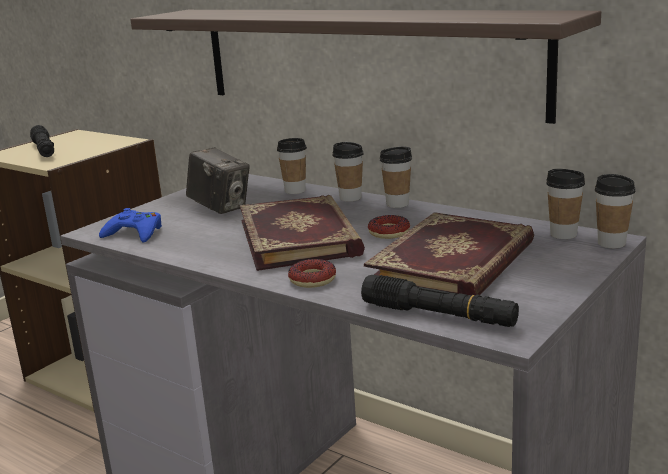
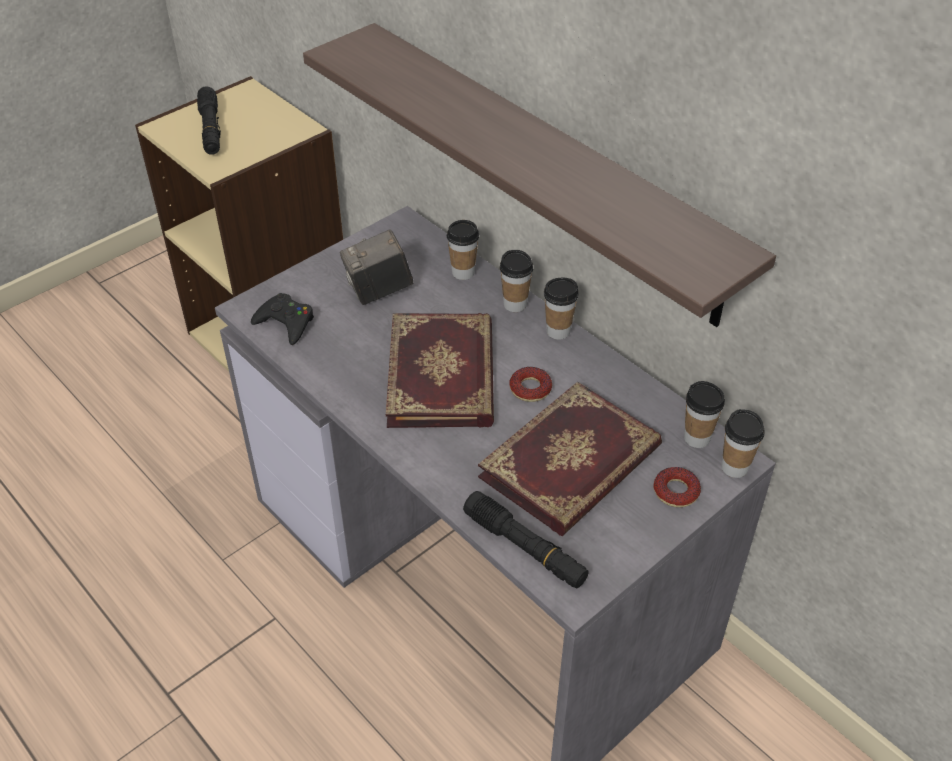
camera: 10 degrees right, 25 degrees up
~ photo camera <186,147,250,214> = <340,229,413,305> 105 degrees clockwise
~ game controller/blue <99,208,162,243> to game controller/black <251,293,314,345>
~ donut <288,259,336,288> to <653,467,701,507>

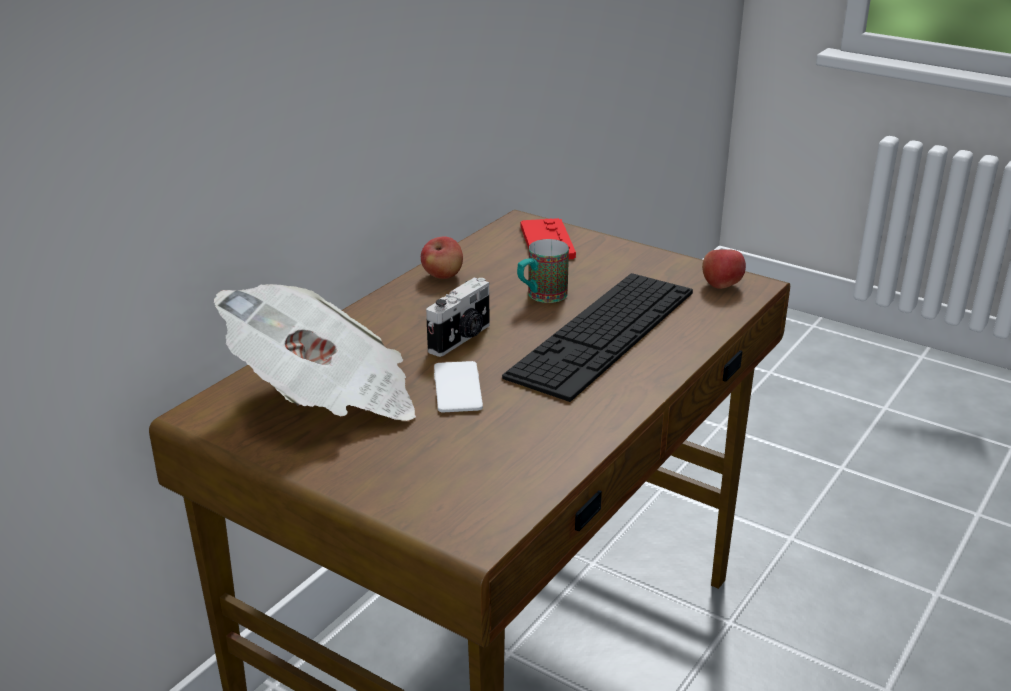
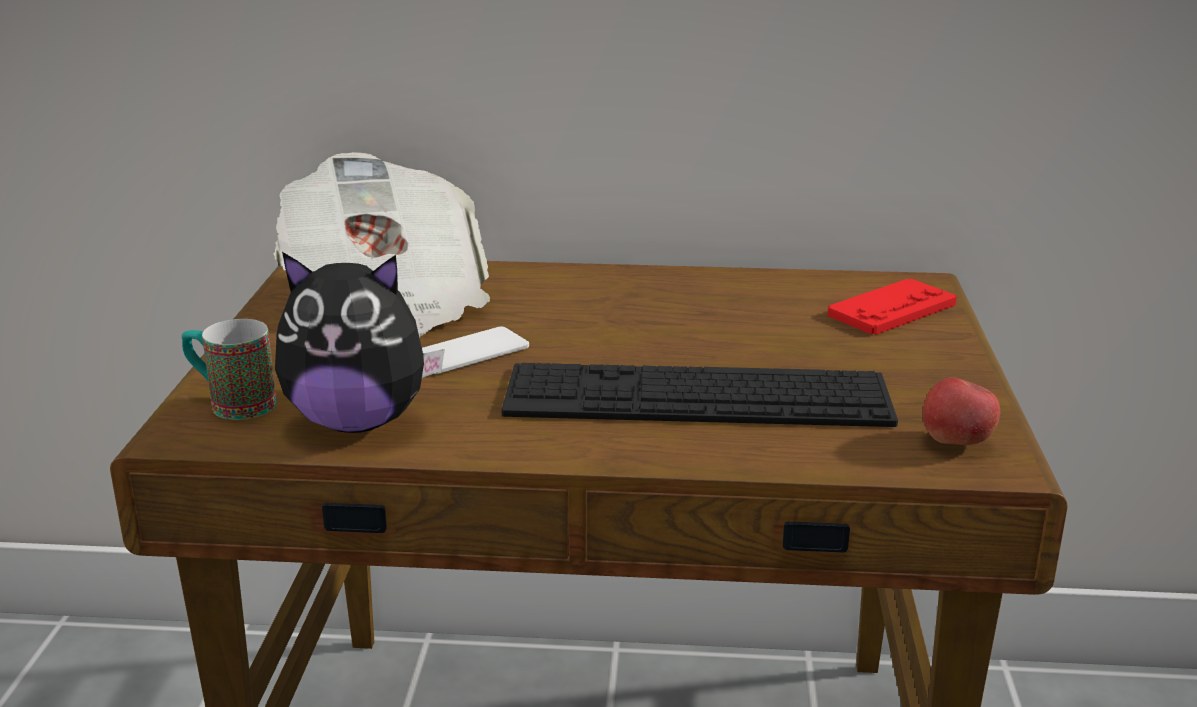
camera: 60 degrees right, 5 degrees down
- apple <421,236,463,279>
~ mug <517,239,569,303> to <181,319,277,420>
- photo camera <426,277,490,357>
+ plush toy <275,252,445,433>

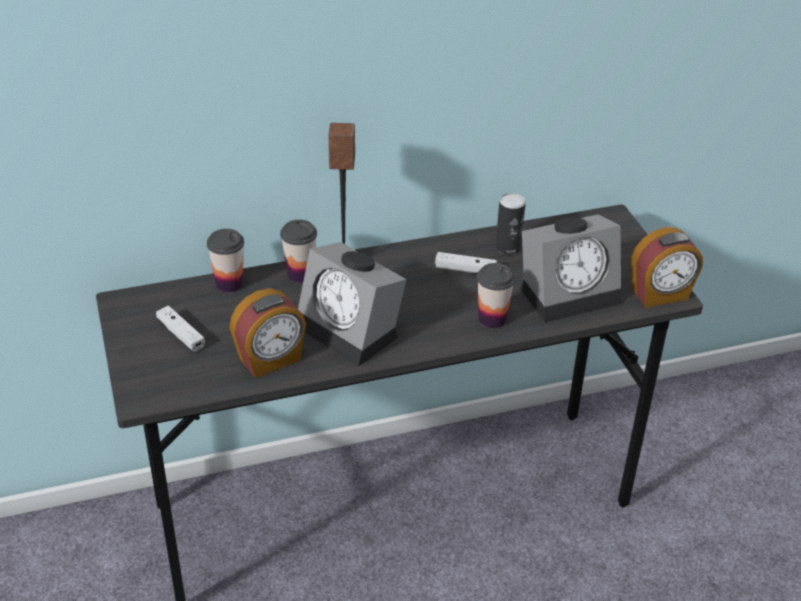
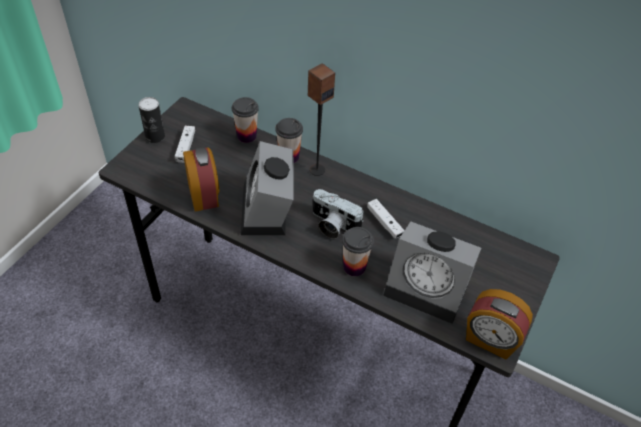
camera: 45 degrees right, 10 degrees up
~ can <495,193,526,255> to <138,97,165,143>
~ alarm clock <230,288,306,378> = <183,147,219,212> 120 degrees counterclockwise
+ photo camera <313,189,364,239>

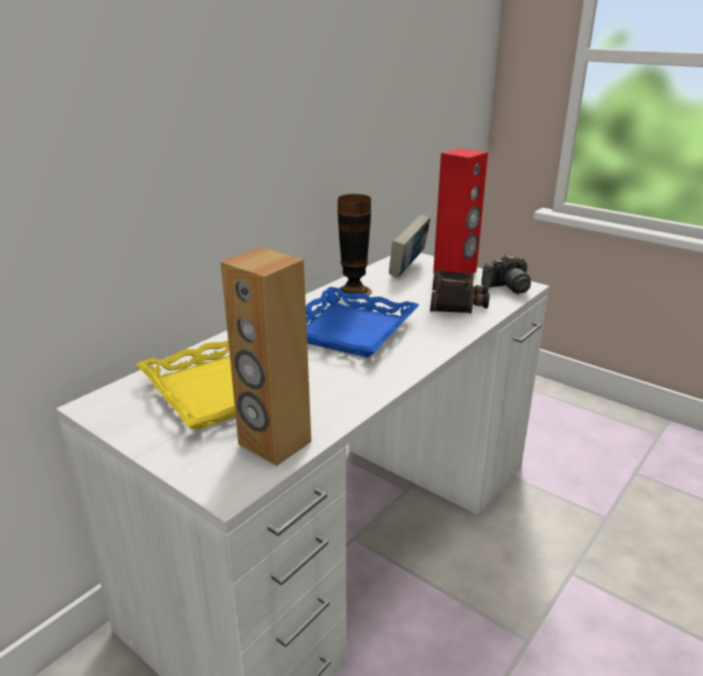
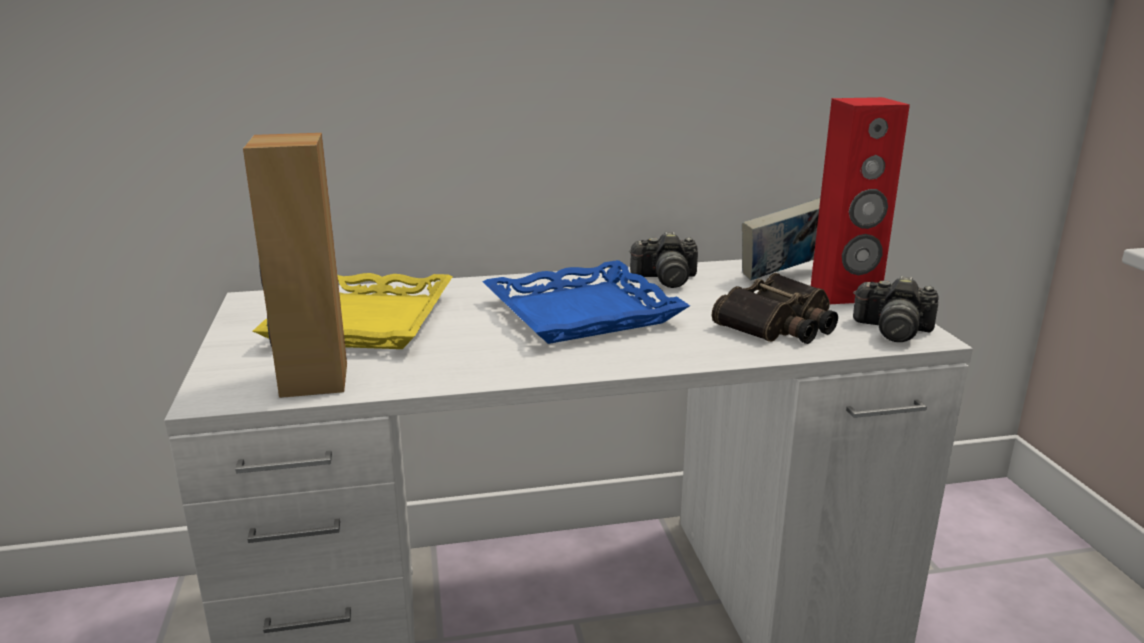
camera: 40 degrees right, 5 degrees down
~ vase <336,194,372,297> to photo camera <629,232,698,288>

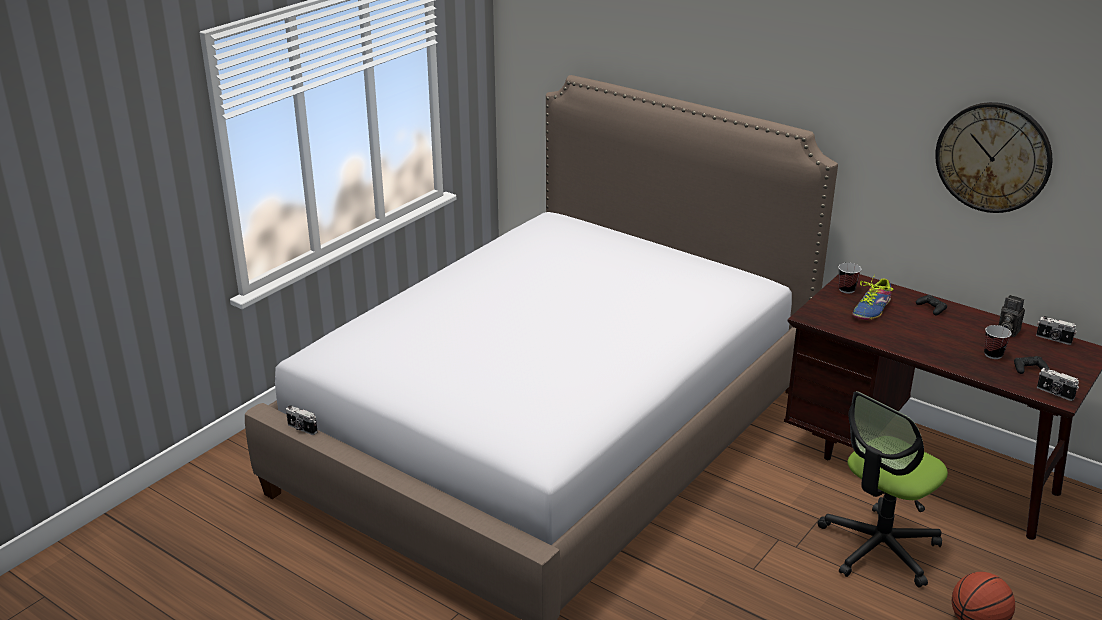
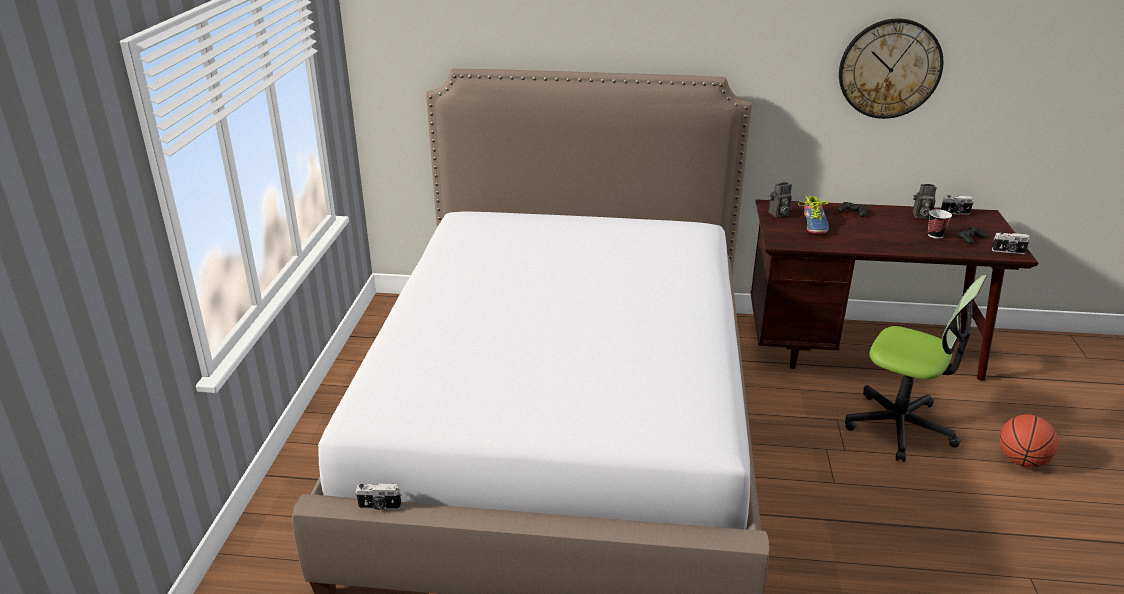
camera: 30 degrees left, 0 degrees up
~ cup <838,263,861,294> to photo camera <768,182,792,217>
~ office chair <818,391,948,588> = <845,275,987,462> 75 degrees counterclockwise

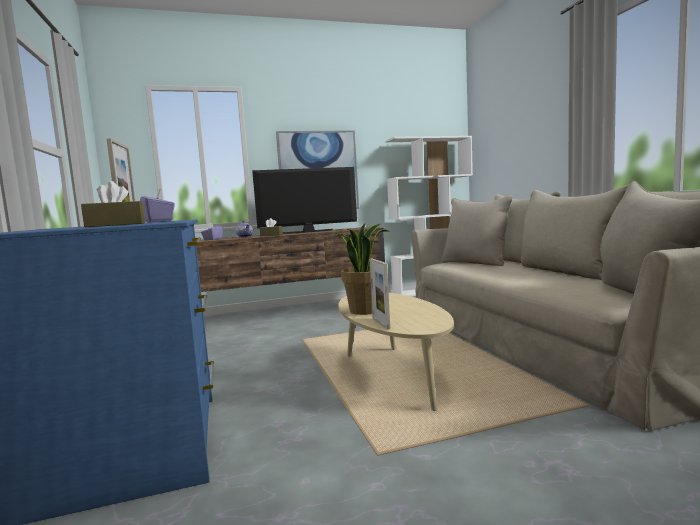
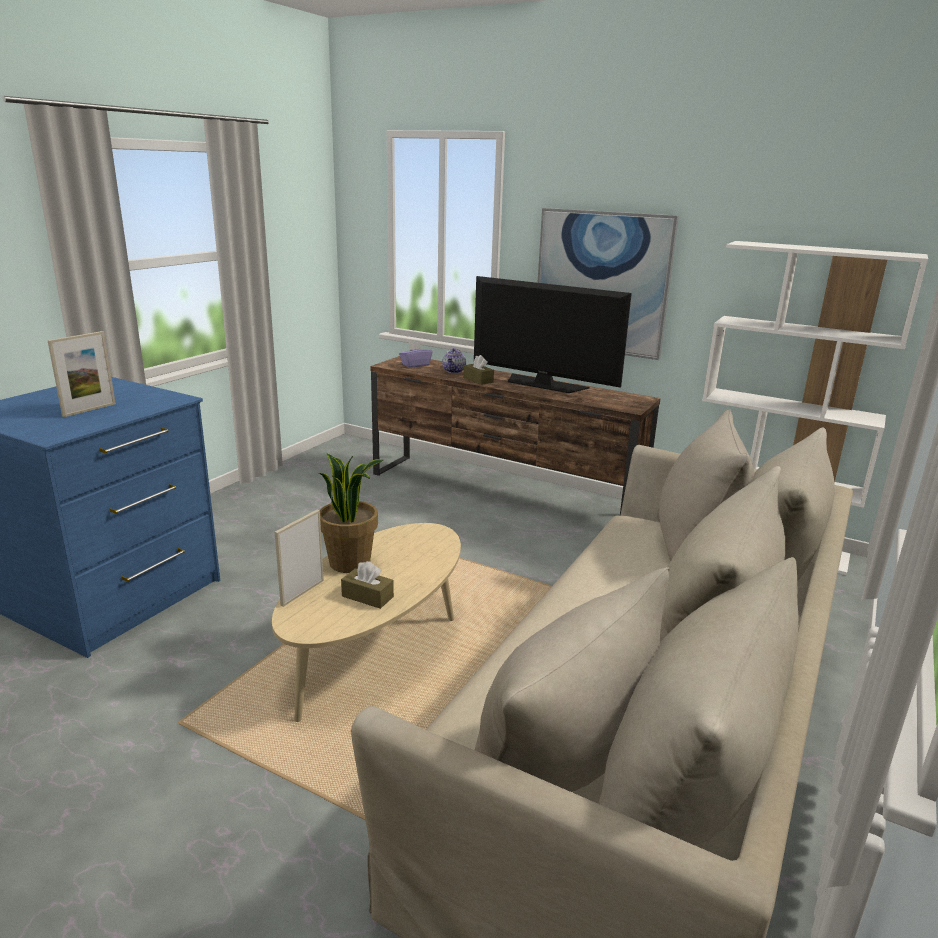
camera: 45 degrees right, 15 degrees up
~ tissue box/brown <81,181,145,227> to <341,561,394,609>
- tissue box/purple <140,188,175,222>

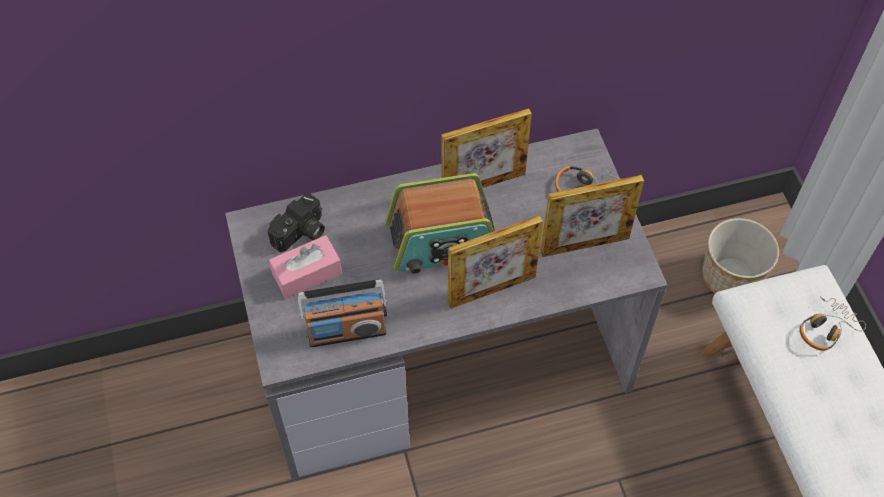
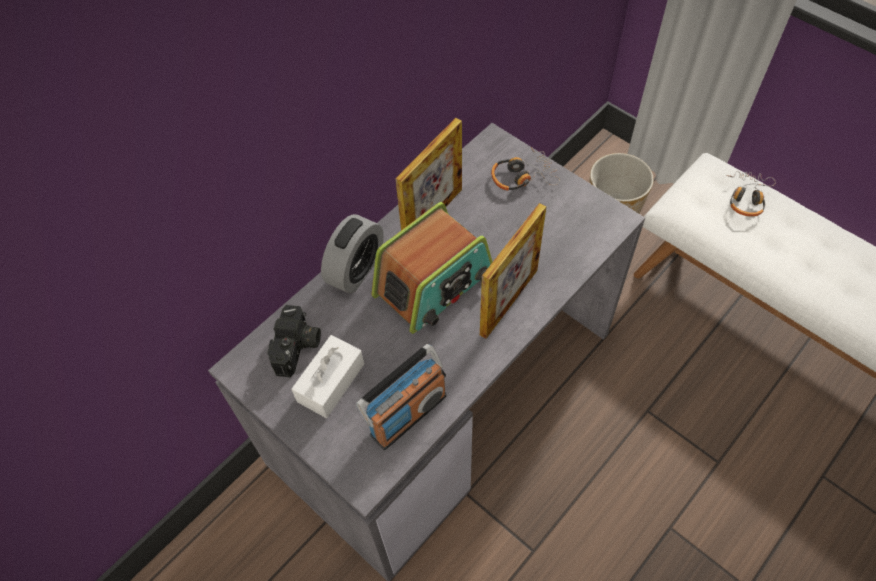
camera: 30 degrees left, 0 degrees up
- picture frame <541,175,644,257>
~ tissue box/pink <269,235,342,299> to tissue box/white <292,335,364,418>
+ alarm clock <321,214,384,293>

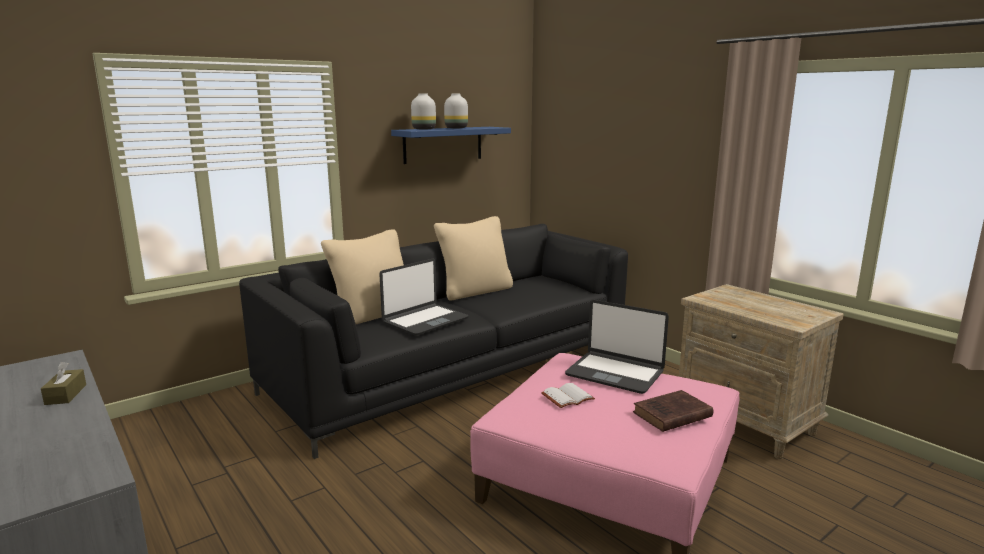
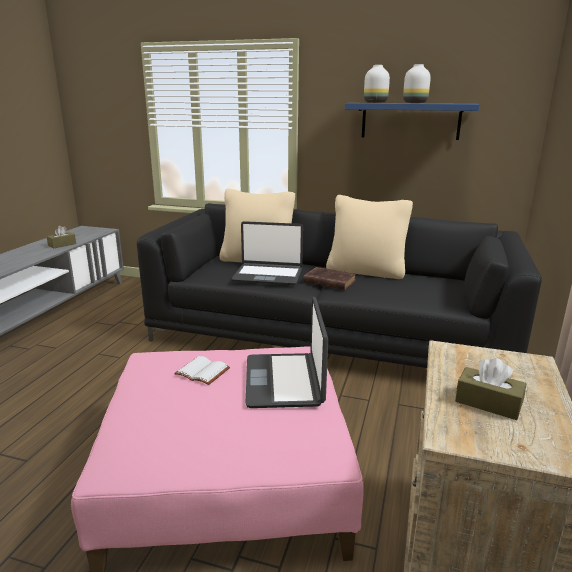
camera: 55 degrees right, 5 degrees up
~ book/brown <633,390,713,432> to <303,267,356,290>
+ tissue box/brown <455,358,526,420>

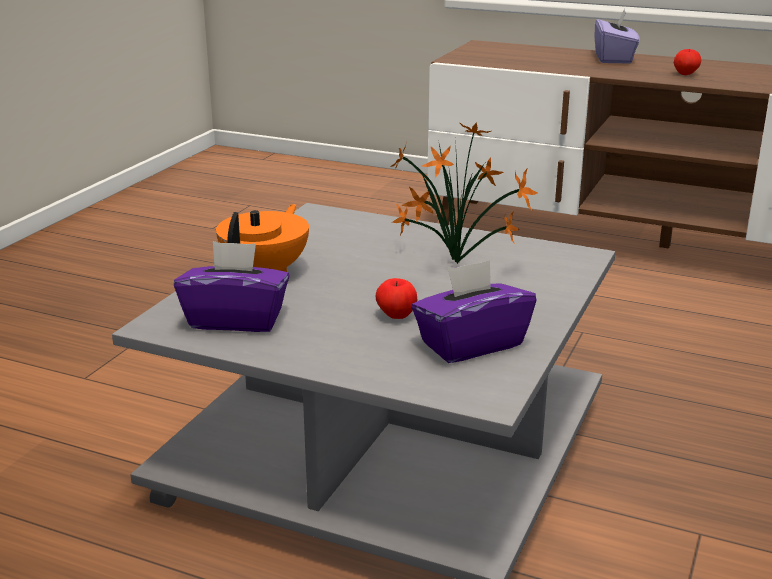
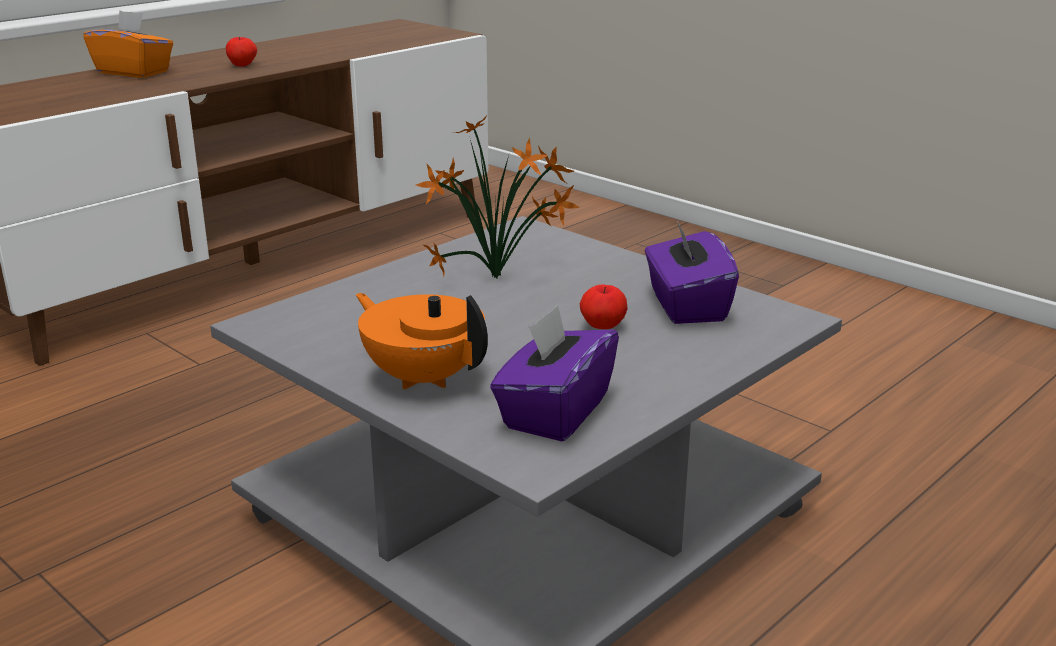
camera: 70 degrees left, 0 degrees up
~ tissue box/purple <595,10,640,64> to tissue box/orange <83,10,173,78>

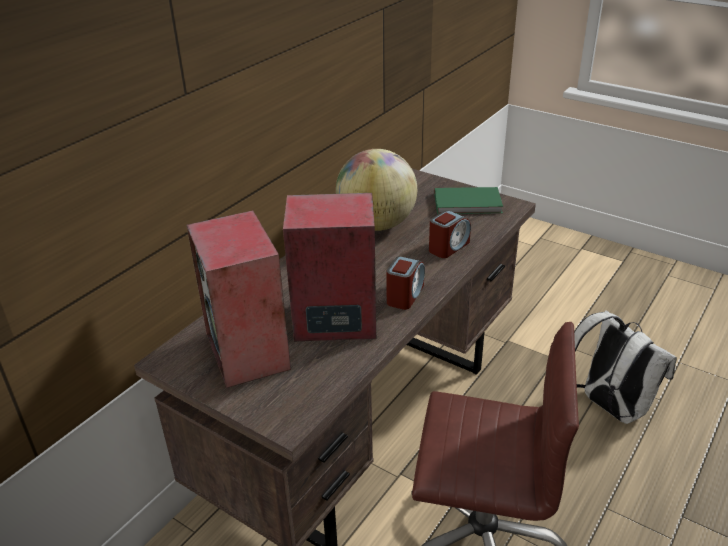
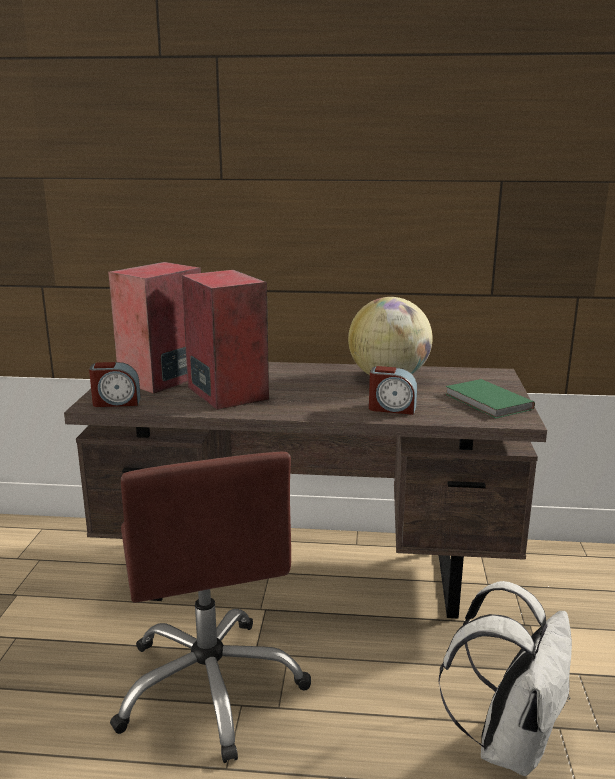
camera: 60 degrees right, 15 degrees down
~ alarm clock <386,256,425,310> to <89,362,141,407>

